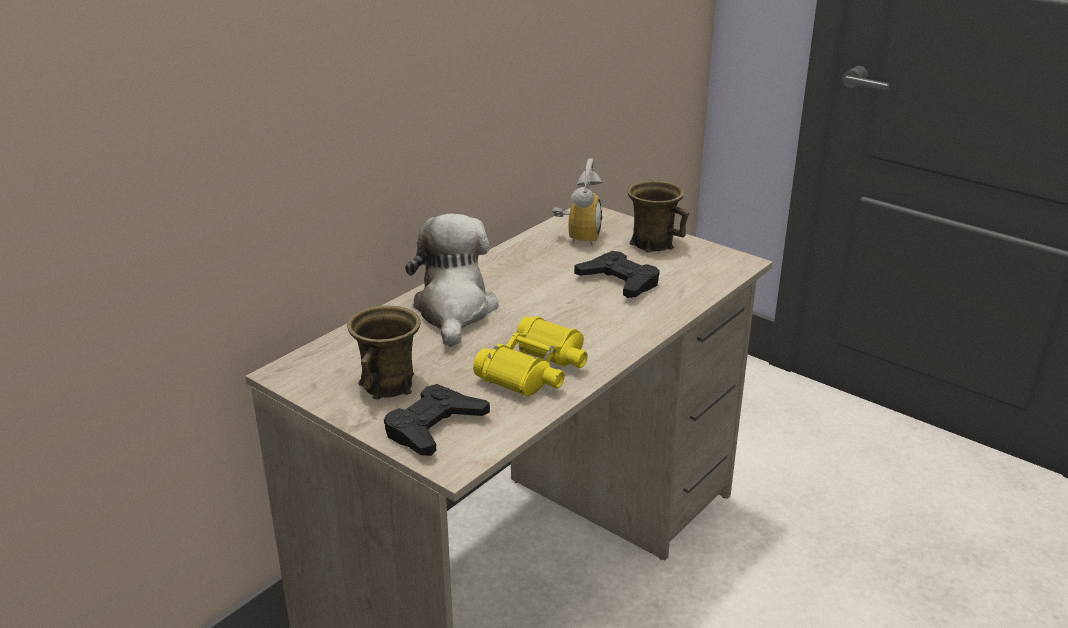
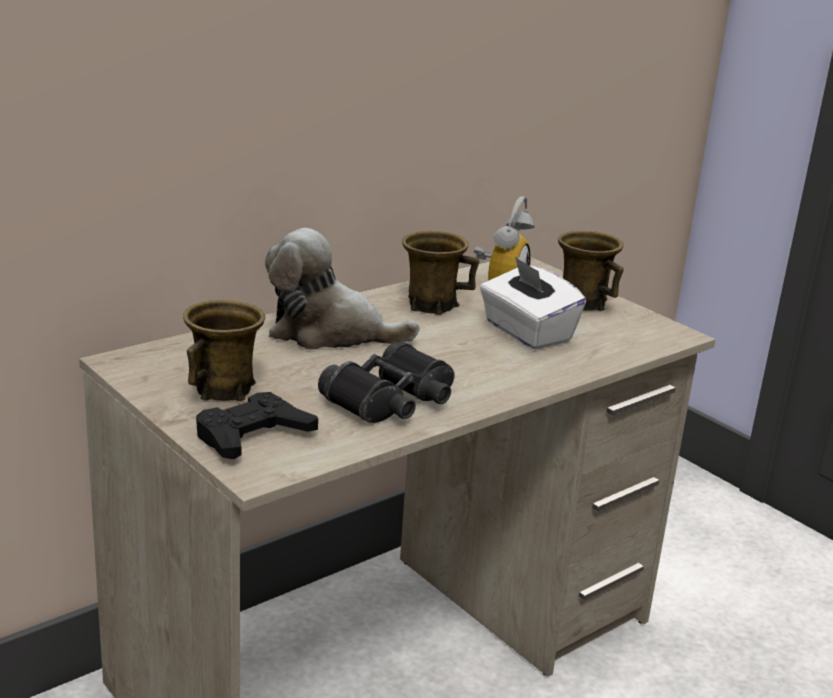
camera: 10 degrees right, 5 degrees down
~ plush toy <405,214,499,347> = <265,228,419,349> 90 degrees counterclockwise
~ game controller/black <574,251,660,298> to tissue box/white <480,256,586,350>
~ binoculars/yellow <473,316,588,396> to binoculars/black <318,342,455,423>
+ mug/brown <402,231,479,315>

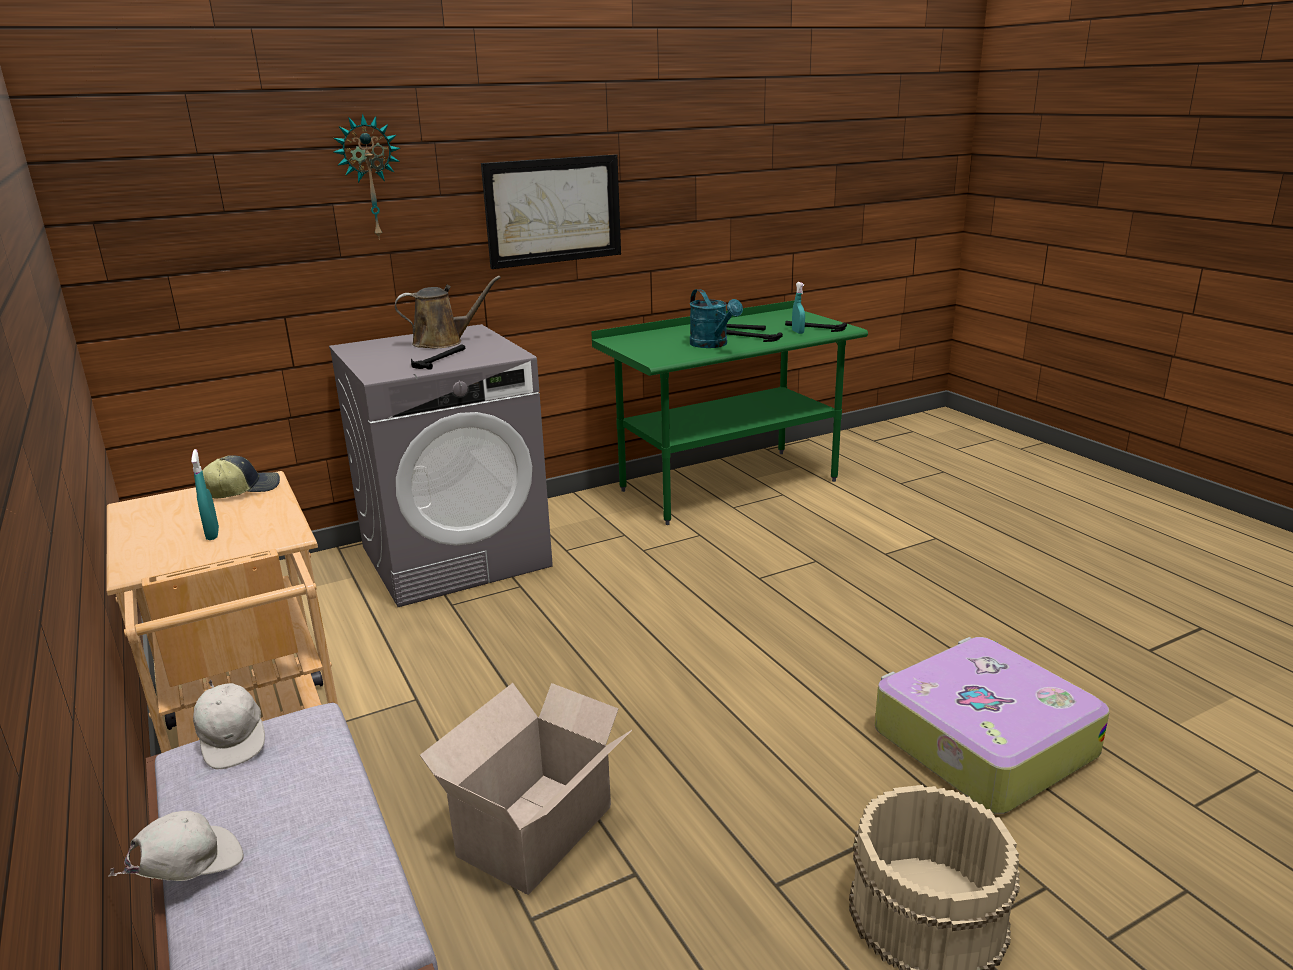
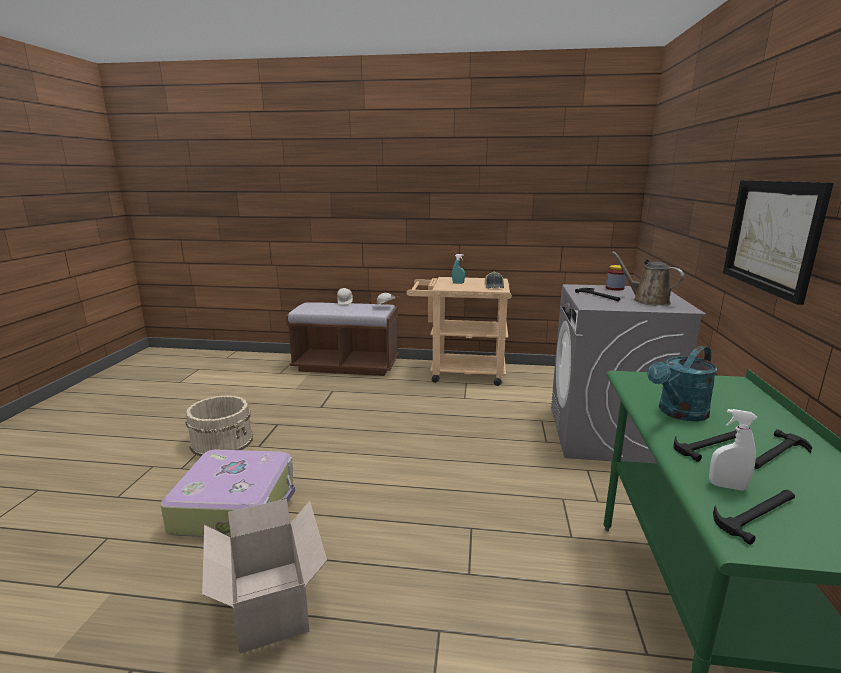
camera: 125 degrees right, 5 degrees down
- wall clock <333,114,401,240>
~ watering can/brown <395,276,501,348> = <612,252,684,306> 120 degrees clockwise
~ spray bottle/turquoise <792,282,805,334> to spray bottle/white <709,409,758,491>
~ watering can/turquoise <690,289,743,348> = <647,346,717,421> 45 degrees counterclockwise
~ cardboard box <420,683,632,895> to <202,499,327,654>
+ jar <606,265,626,291>

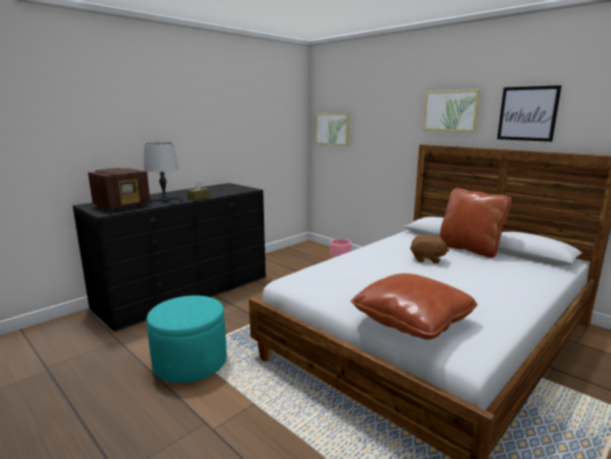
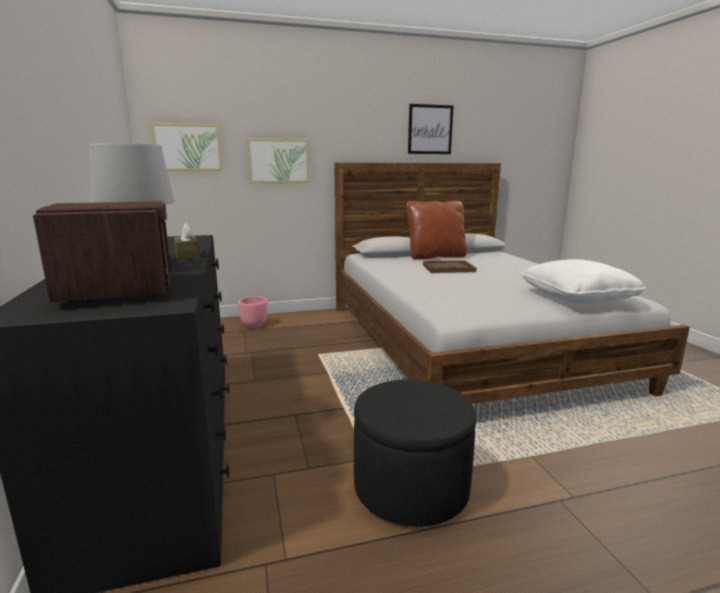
camera: 60 degrees left, 0 degrees up
~ picture <423,89,481,132> to <247,138,309,183>
~ plush toy/brown <410,235,449,263> to tray/brown <423,260,476,273>
~ pillow/brown <351,273,478,340> to pillow/white <521,259,646,303>
~ ottoman/turquoise <146,295,227,383> to ottoman/black <354,379,476,527>

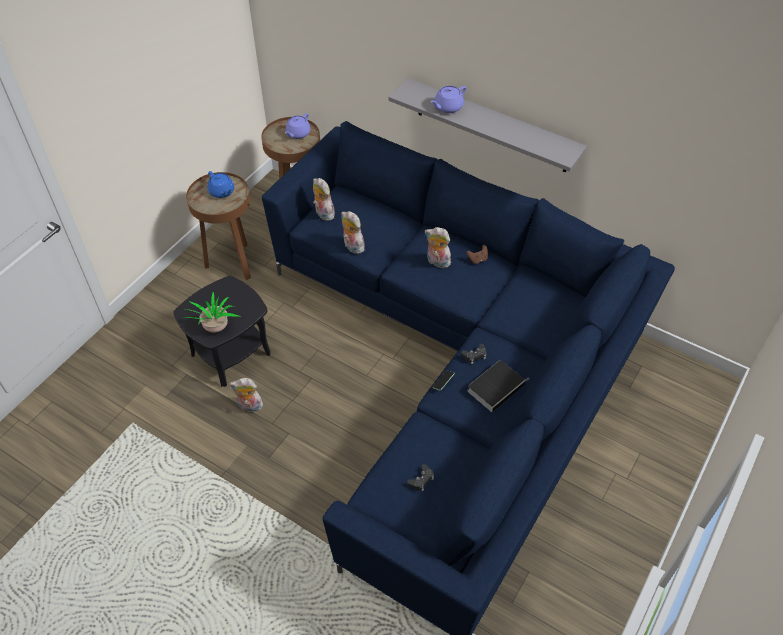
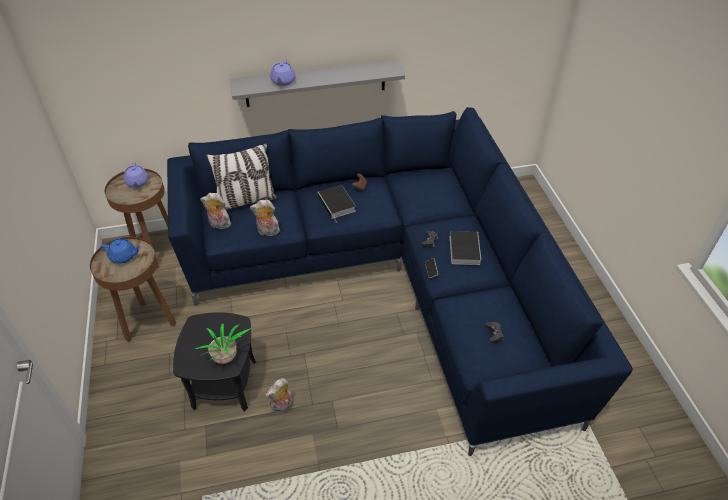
camera: 45 degrees left, 5 degrees down
~ plush toy <425,227,451,268> to book <318,185,356,222>
+ pillow <206,143,277,210>

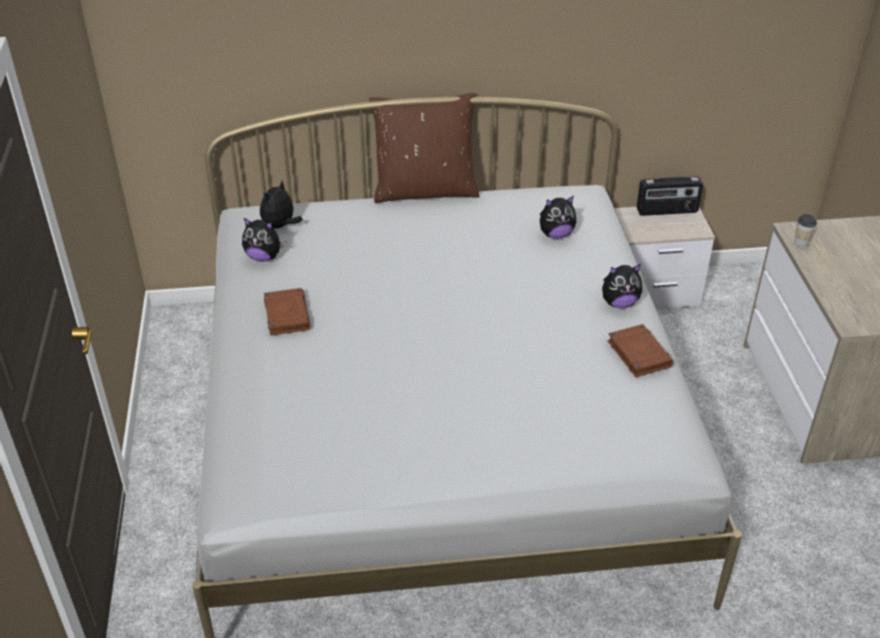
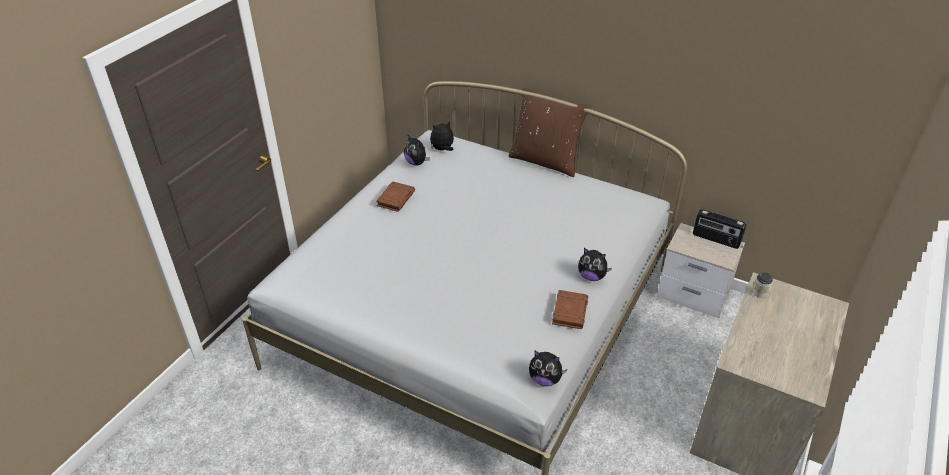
camera: 35 degrees right, 0 degrees up
~ plush toy <540,196,576,239> to <529,351,567,386>

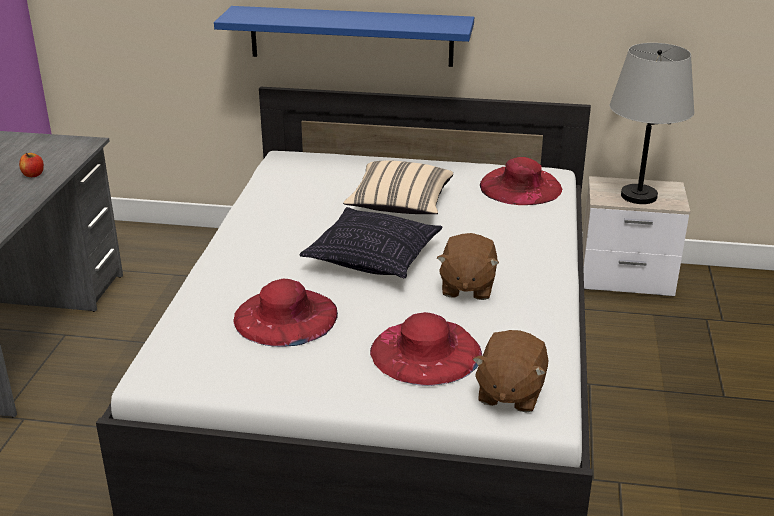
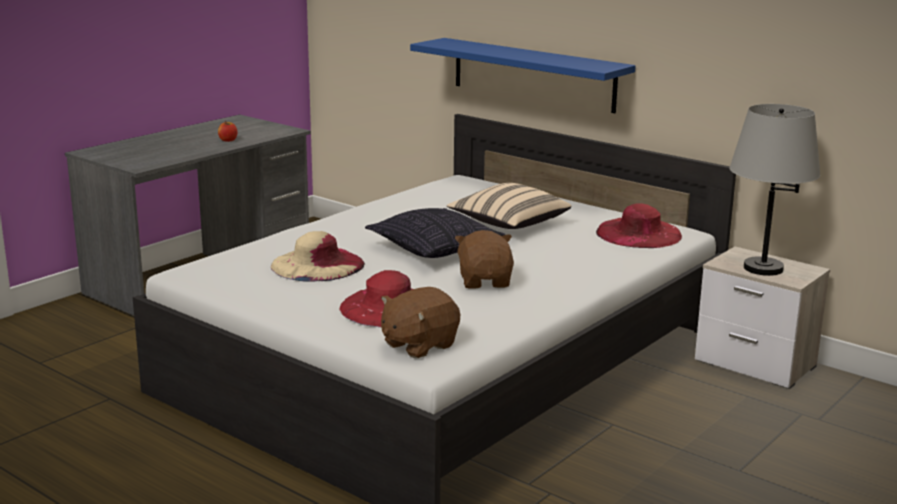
camera: 30 degrees right, 10 degrees down
~ plush toy/brown <437,233,499,300> = <455,230,514,289> 135 degrees clockwise
~ hat/red <233,279,338,347> to hat/beige <271,231,365,281>

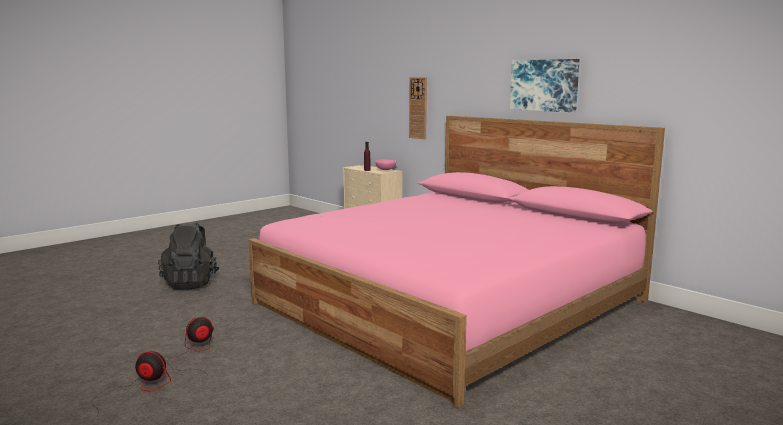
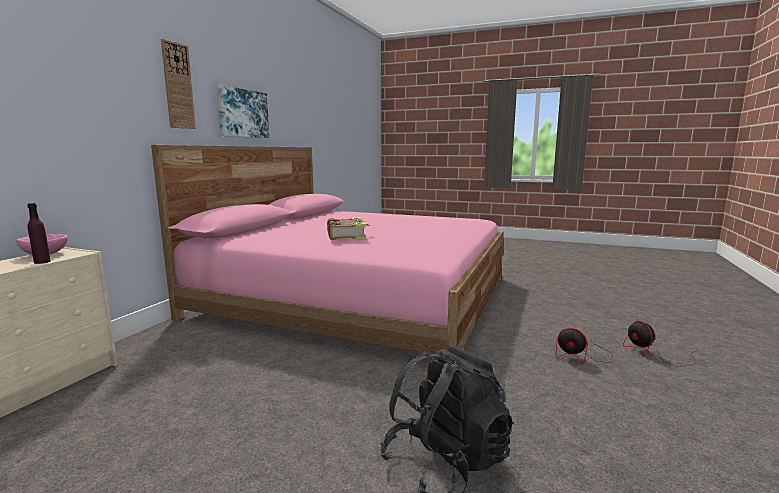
camera: 115 degrees left, 0 degrees up
~ wall clock <409,77,427,139> to <161,39,196,129>
+ book <327,217,371,240>

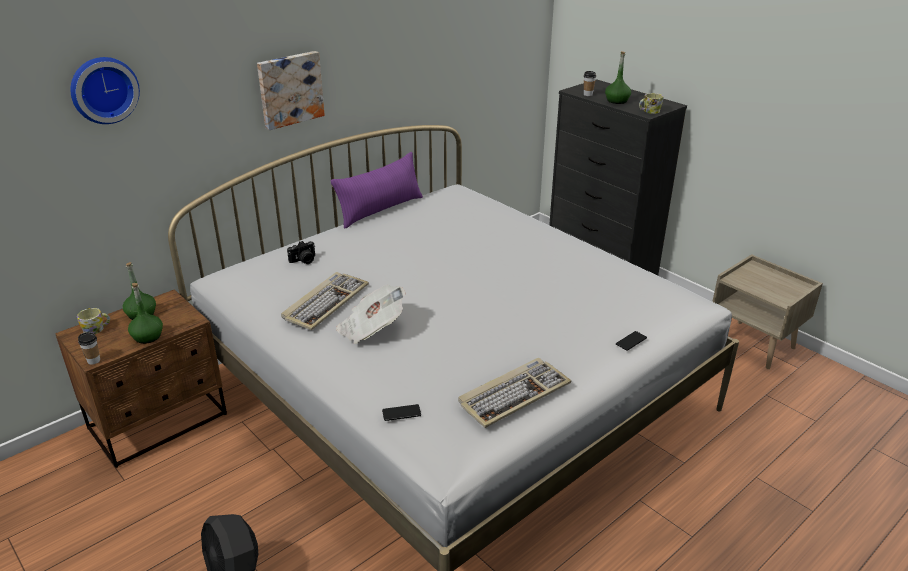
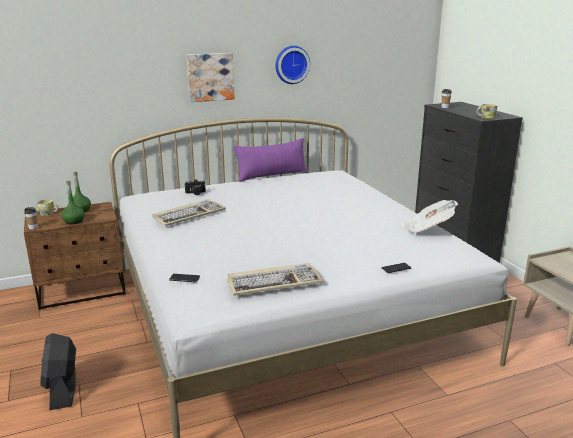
camera: 20 degrees right, 10 degrees down
- bottle/green <605,51,631,104>
~ wall clock <70,57,140,124> to <276,46,310,84>
~ newspaper <336,284,406,344> to <401,200,458,234>

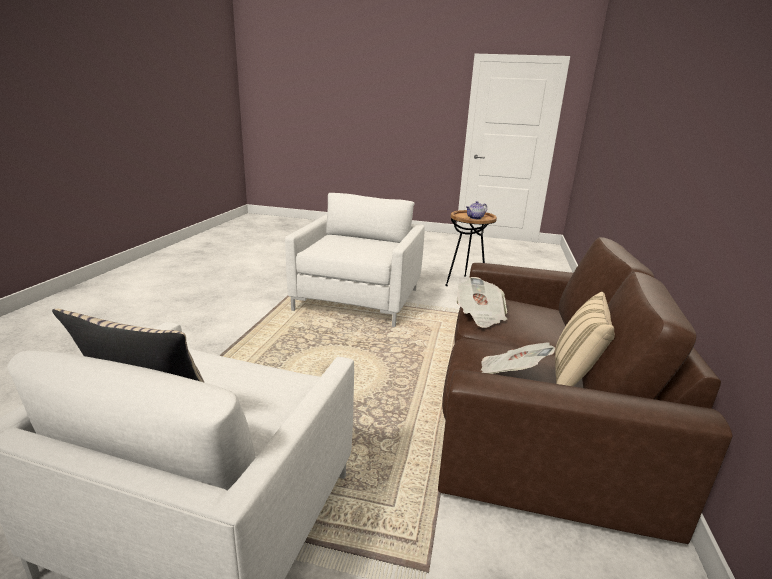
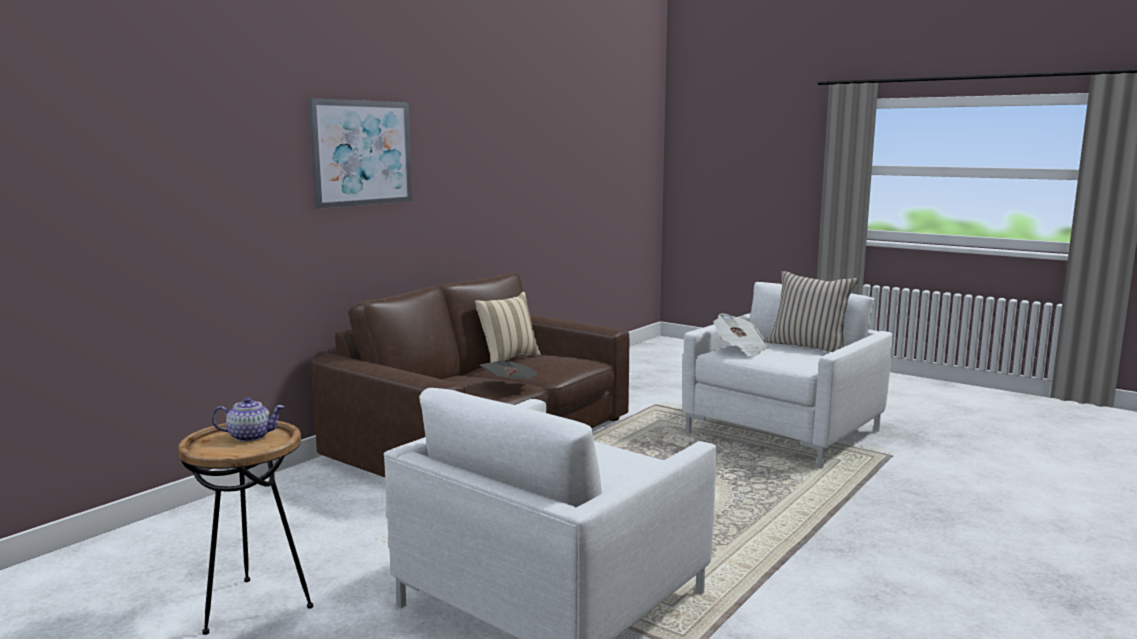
camera: 155 degrees left, 10 degrees down
~ newspaper <481,342,555,374> to <713,313,769,356>
+ picture <308,98,412,209>

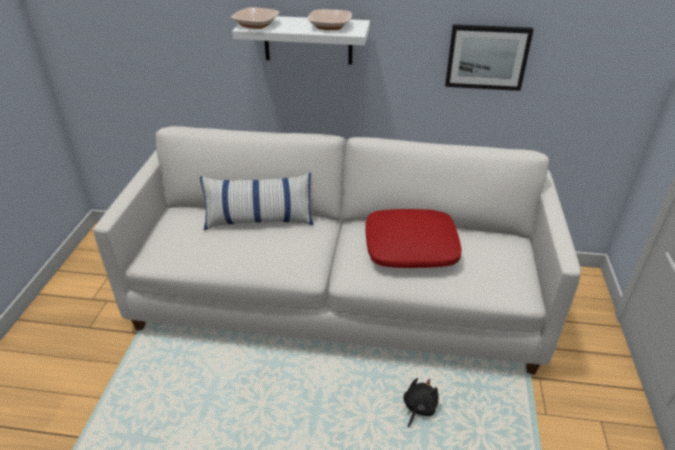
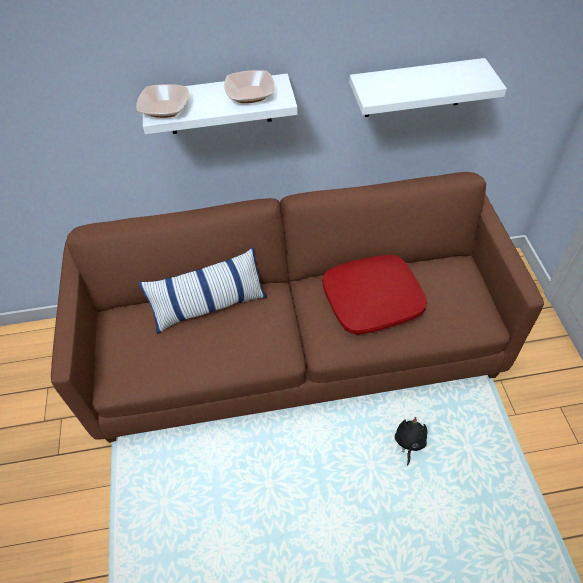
camera: 15 degrees left, 15 degrees up
~ picture <445,24,534,91> to shelf/white <349,58,507,117>
~ sofa/white <93,126,581,375> to sofa/brown <51,172,544,443>

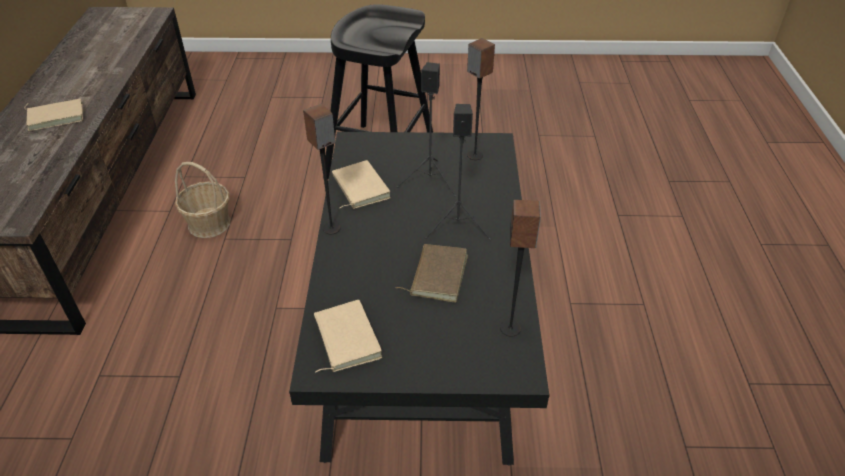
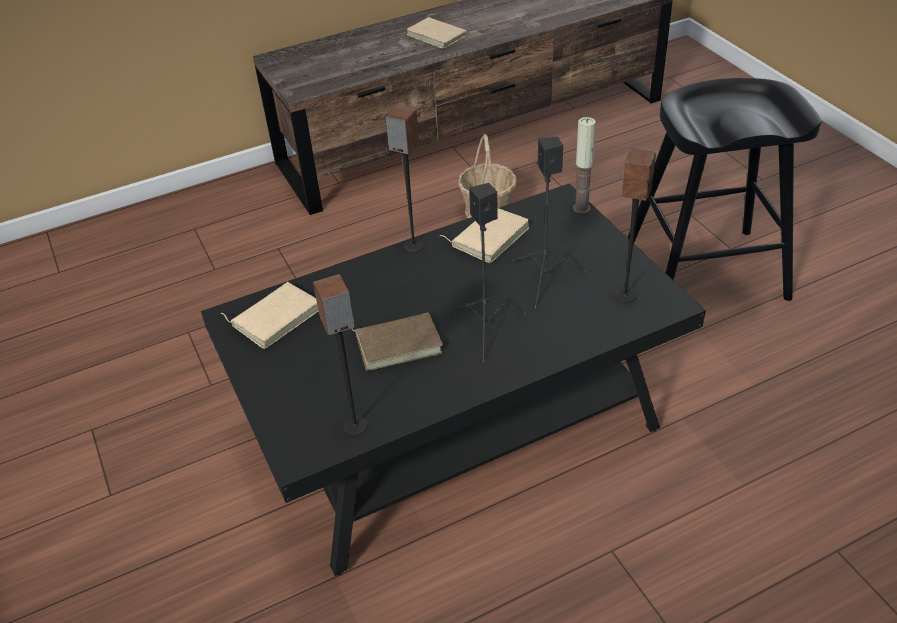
camera: 65 degrees right, 0 degrees up
+ candle <573,117,596,214>

